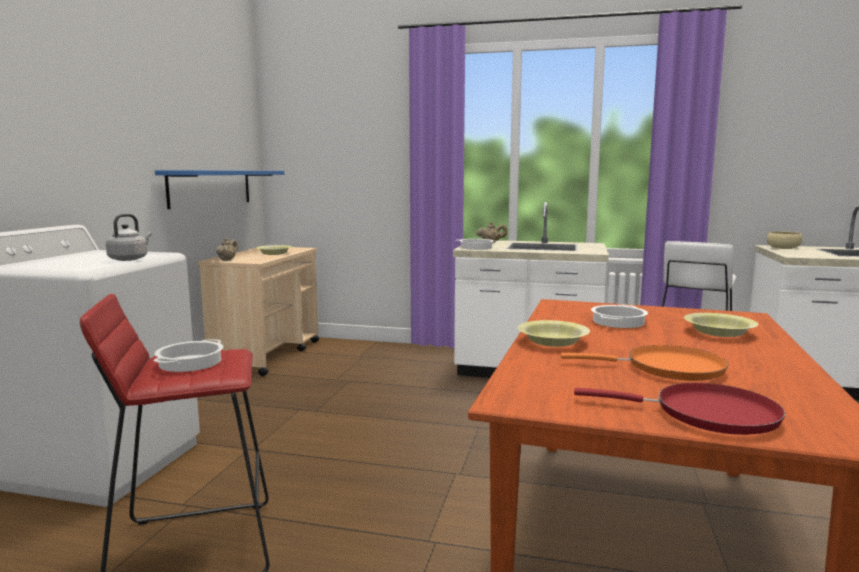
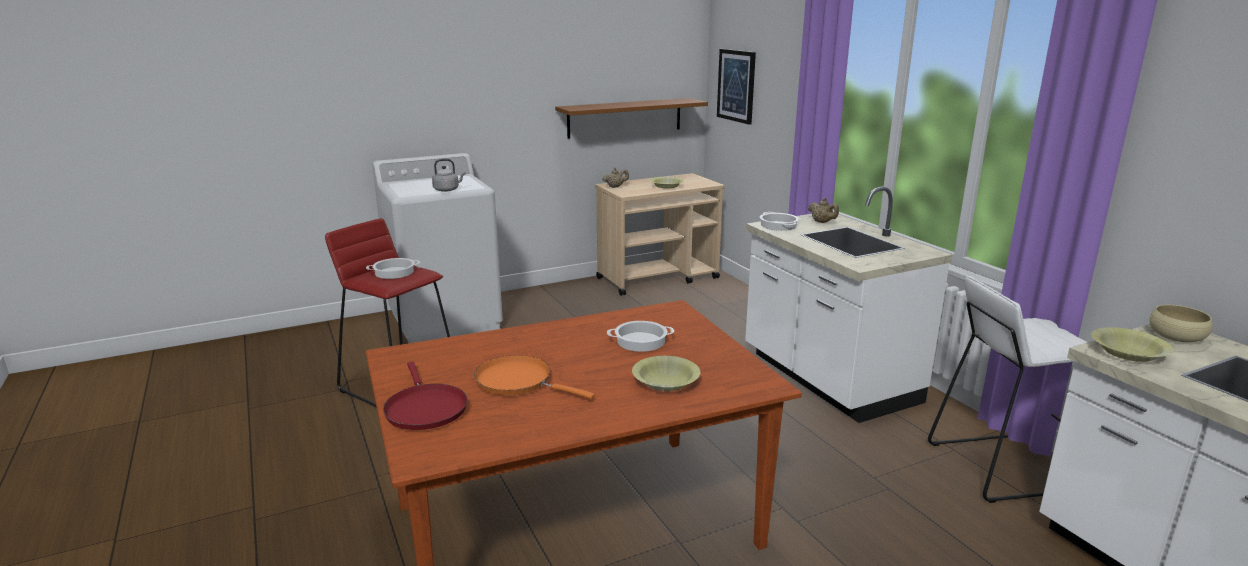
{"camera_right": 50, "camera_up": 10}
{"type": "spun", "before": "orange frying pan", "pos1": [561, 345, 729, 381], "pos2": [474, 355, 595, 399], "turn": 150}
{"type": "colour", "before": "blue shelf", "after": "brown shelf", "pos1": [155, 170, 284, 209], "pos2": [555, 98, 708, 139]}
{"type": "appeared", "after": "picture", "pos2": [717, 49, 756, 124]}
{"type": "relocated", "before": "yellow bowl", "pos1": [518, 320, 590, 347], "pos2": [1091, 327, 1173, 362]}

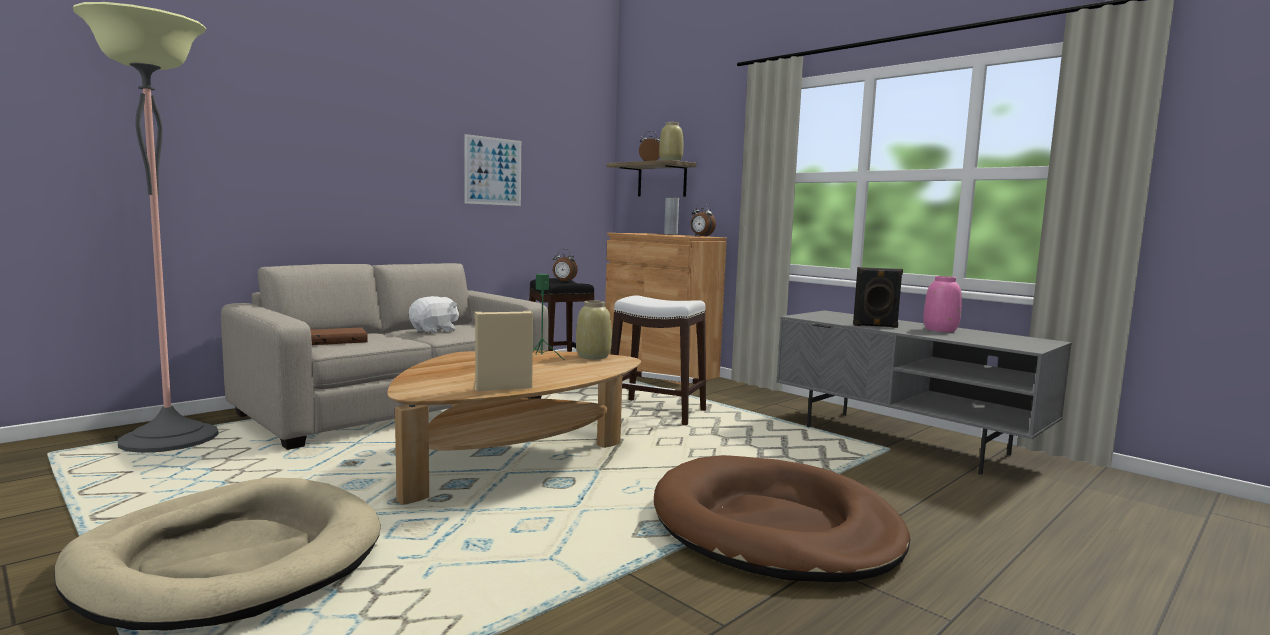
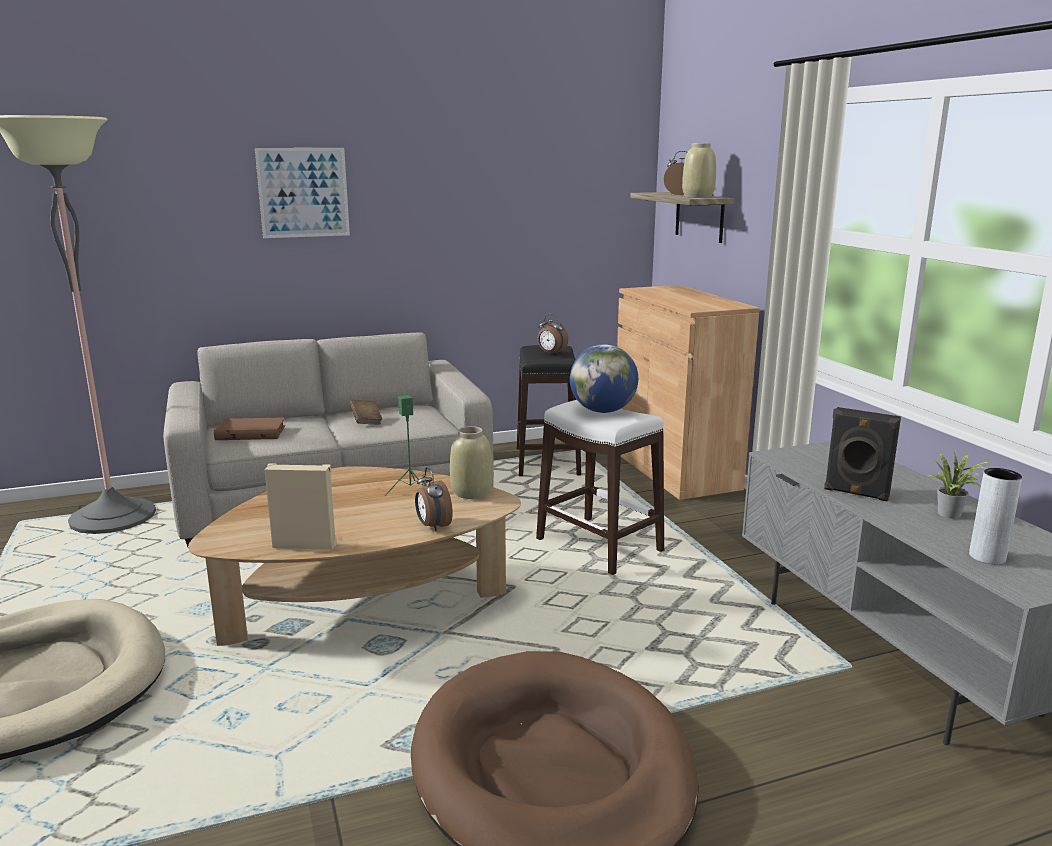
{"camera_right": 25, "camera_up": 10}
{"type": "relocated", "before": "picture", "pos1": [464, 134, 521, 206], "pos2": [255, 148, 350, 238]}
{"type": "exchanged", "before": "white plush toy", "after": "brown book", "pos1": [409, 296, 459, 334], "pos2": [350, 400, 382, 424]}
{"type": "relocated", "before": "alarm clock", "pos1": [691, 203, 716, 237], "pos2": [415, 467, 453, 532]}
{"type": "appeared", "after": "globe", "pos2": [570, 344, 638, 413]}
{"type": "exchanged", "before": "pink vase", "after": "potted plant", "pos1": [923, 276, 962, 332], "pos2": [927, 452, 989, 519]}
{"type": "relocated", "before": "grey vase", "pos1": [664, 197, 679, 235], "pos2": [969, 468, 1022, 564]}

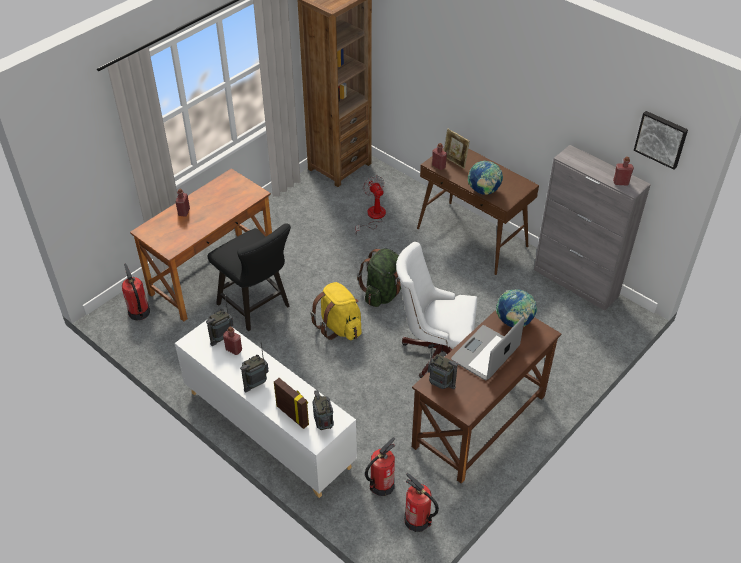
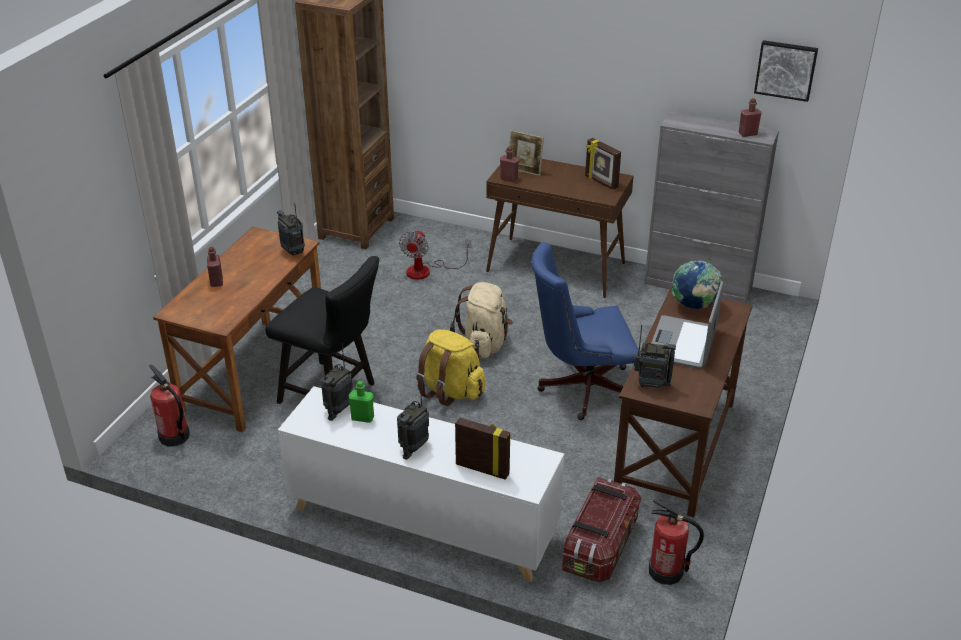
{"camera_right": -20, "camera_up": -10}
{"type": "relocated", "before": "radio", "pos1": [313, 390, 334, 430], "pos2": [277, 203, 305, 256]}
{"type": "colour", "before": "red bottle", "after": "green bottle", "pos1": [223, 326, 242, 355], "pos2": [349, 381, 374, 423]}
{"type": "spun", "before": "fan", "pos1": [355, 176, 386, 235], "pos2": [399, 230, 471, 280], "turn": -120}
{"type": "colour", "before": "green backpack", "after": "beige backpack", "pos1": [357, 248, 401, 307], "pos2": [450, 282, 513, 358]}
{"type": "colour", "before": "white office chair", "after": "blue office chair", "pos1": [396, 242, 477, 378], "pos2": [531, 242, 639, 420]}
{"type": "exchanged", "before": "fire extinguisher", "after": "storage box", "pos1": [365, 437, 396, 496], "pos2": [562, 477, 641, 583]}
{"type": "appeared", "after": "picture frame", "pos2": [585, 138, 621, 190]}
{"type": "missing", "before": "globe", "pos1": [468, 161, 503, 195]}

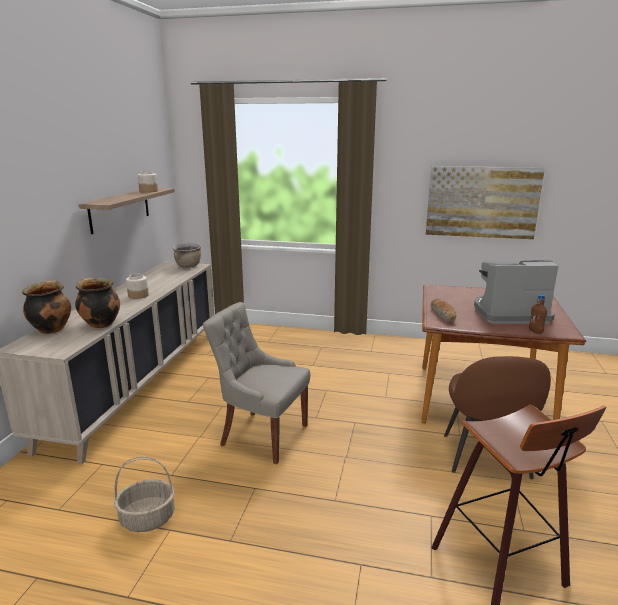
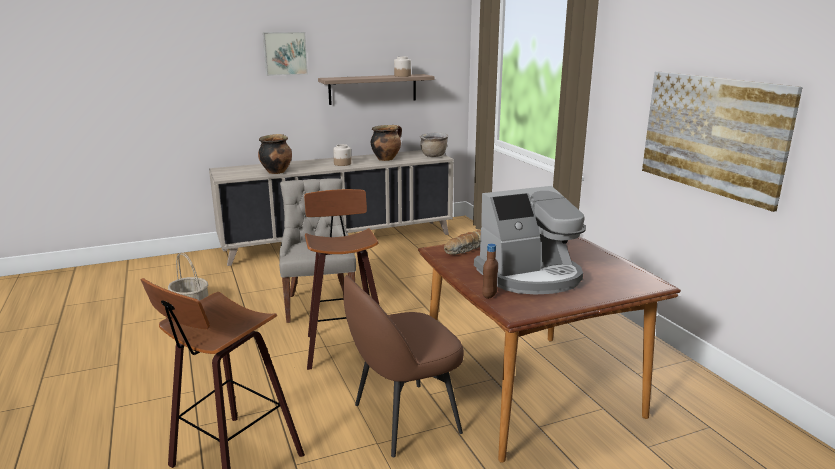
{"camera_right": 55, "camera_up": 0}
{"type": "appeared", "after": "picture", "pos2": [263, 32, 308, 76]}
{"type": "appeared", "after": "stool", "pos2": [304, 189, 380, 370]}
{"type": "relocated", "before": "cooking pot", "pos1": [22, 280, 71, 334], "pos2": [371, 125, 402, 161]}
{"type": "spun", "before": "coffee machine", "pos1": [474, 261, 559, 324], "pos2": [474, 186, 586, 295], "turn": 105}

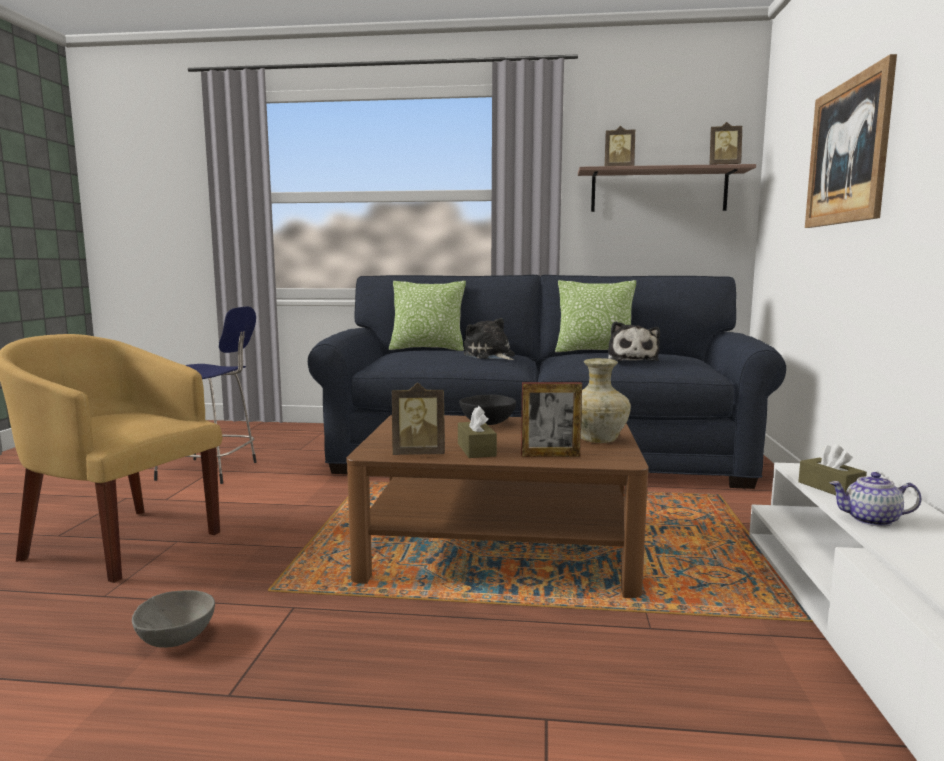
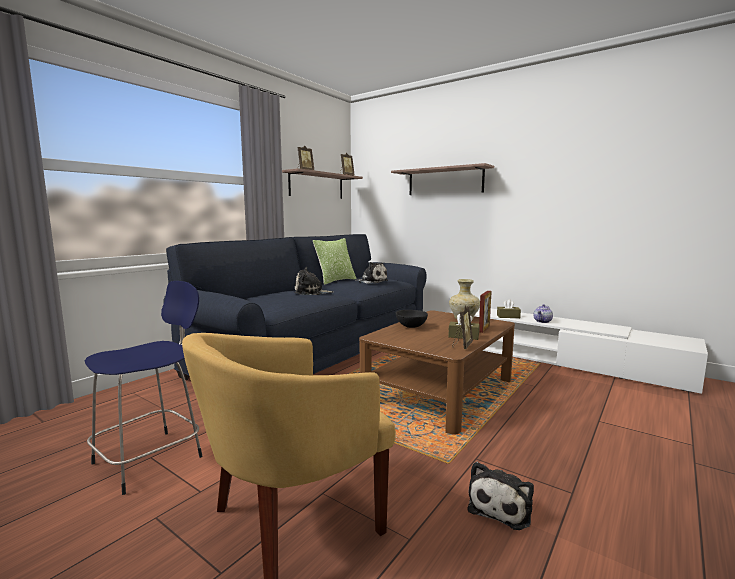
{"camera_right": -60, "camera_up": 0}
{"type": "exchanged", "before": "picture", "after": "shelf", "pos1": [805, 54, 897, 228], "pos2": [391, 163, 494, 195]}
{"type": "exchanged", "before": "grey bowl", "after": "plush toy", "pos1": [132, 590, 215, 648], "pos2": [468, 462, 534, 530]}
{"type": "missing", "before": "pillow", "pos1": [389, 281, 466, 351]}

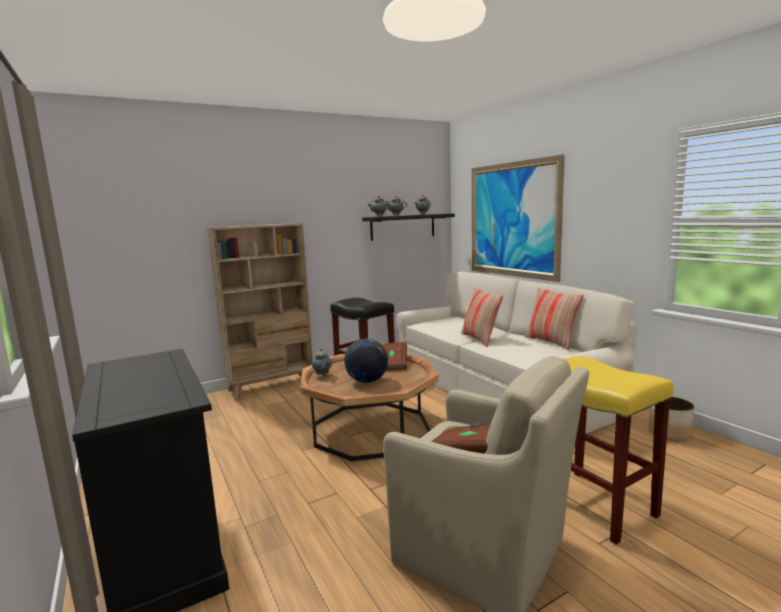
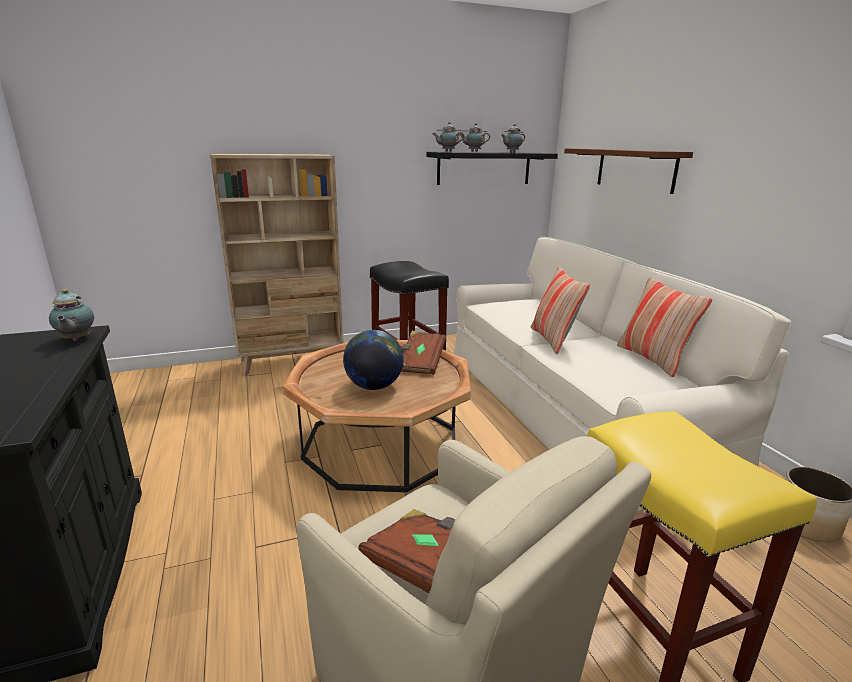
{"camera_right": 10, "camera_up": 10}
{"type": "relocated", "before": "teapot", "pos1": [312, 348, 332, 376], "pos2": [49, 289, 94, 341]}
{"type": "exchanged", "before": "picture", "after": "brown shelf", "pos1": [472, 154, 565, 282], "pos2": [564, 148, 693, 194]}

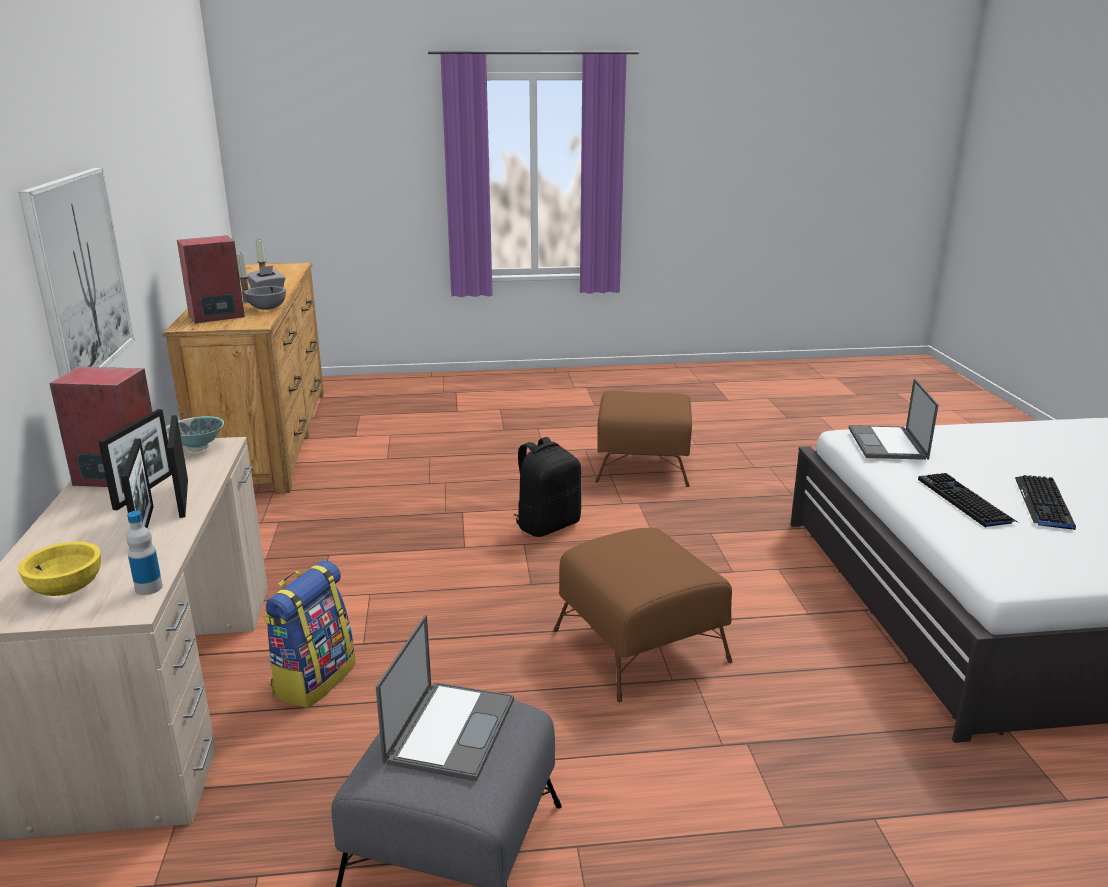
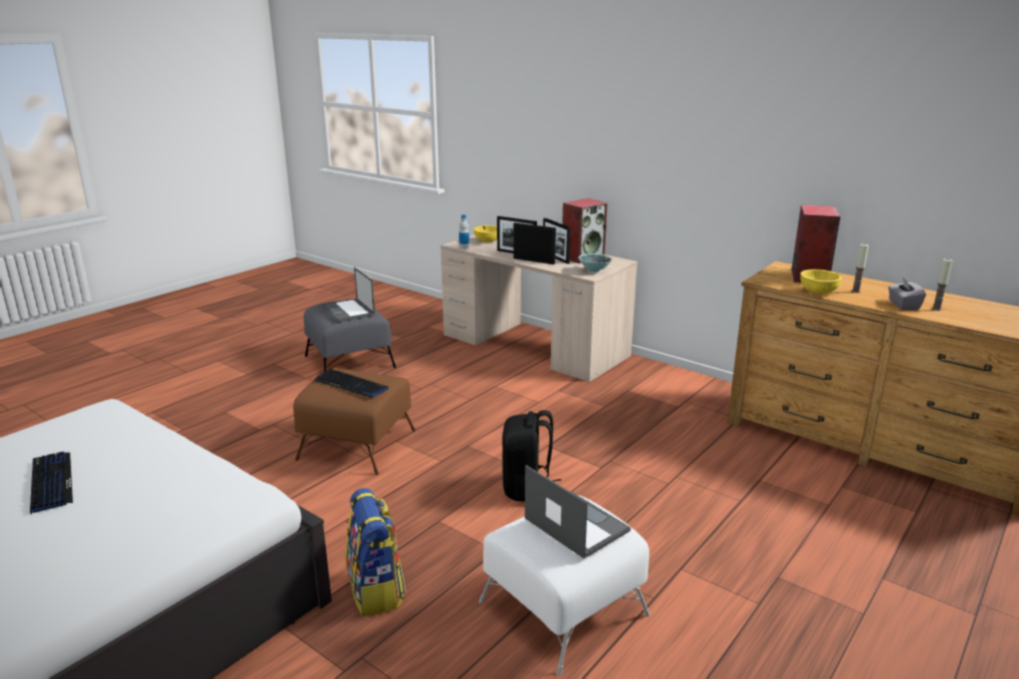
{"camera_right": 135, "camera_up": 0}
{"type": "relocated", "before": "keyboard", "pos1": [918, 473, 1017, 528], "pos2": [313, 369, 388, 398]}
{"type": "relocated", "before": "backpack", "pos1": [263, 561, 355, 708], "pos2": [346, 488, 406, 617]}
{"type": "colour", "before": "brown ottoman", "after": "white ottoman", "pos1": [595, 391, 692, 487], "pos2": [479, 495, 650, 675]}
{"type": "relocated", "before": "laptop", "pos1": [849, 378, 938, 460], "pos2": [525, 465, 631, 559]}
{"type": "colour", "before": "grey bowl", "after": "yellow bowl", "pos1": [244, 286, 286, 310], "pos2": [800, 269, 842, 294]}
{"type": "missing", "before": "picture", "pos1": [19, 168, 135, 377]}

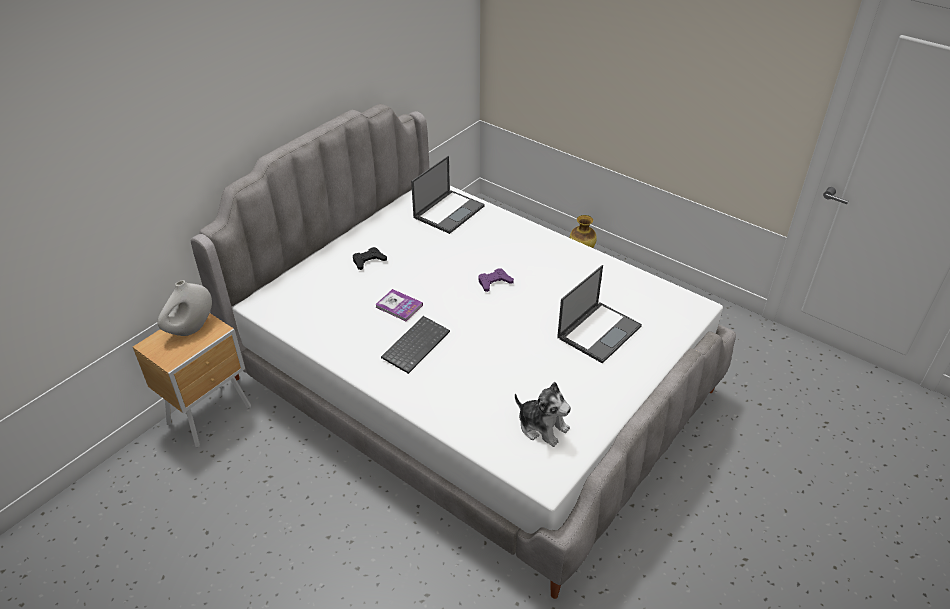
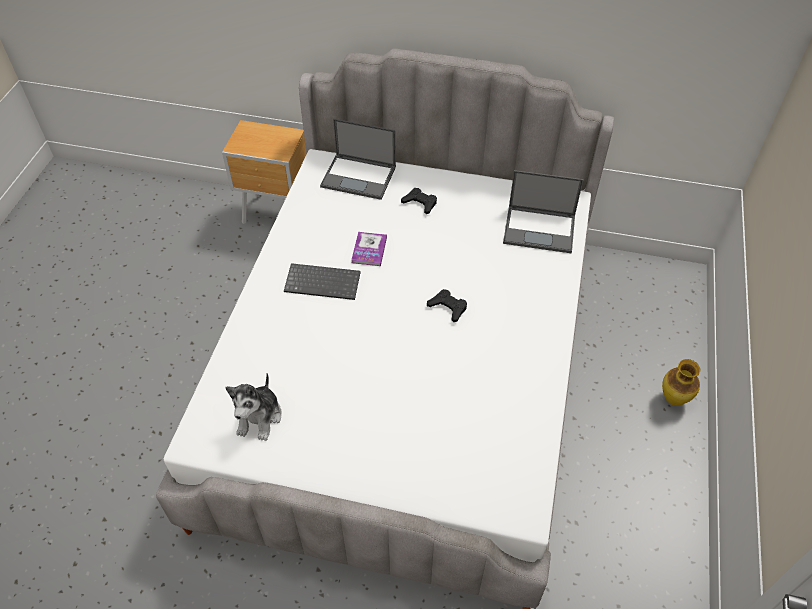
{"camera_right": 65, "camera_up": 10}
{"type": "relocated", "before": "laptop", "pos1": [557, 265, 642, 364], "pos2": [320, 119, 396, 200]}
{"type": "colour", "before": "purple game controller", "after": "black game controller", "pos1": [479, 268, 514, 292], "pos2": [427, 289, 467, 322]}
{"type": "missing", "before": "white vase", "pos1": [157, 280, 212, 336]}

